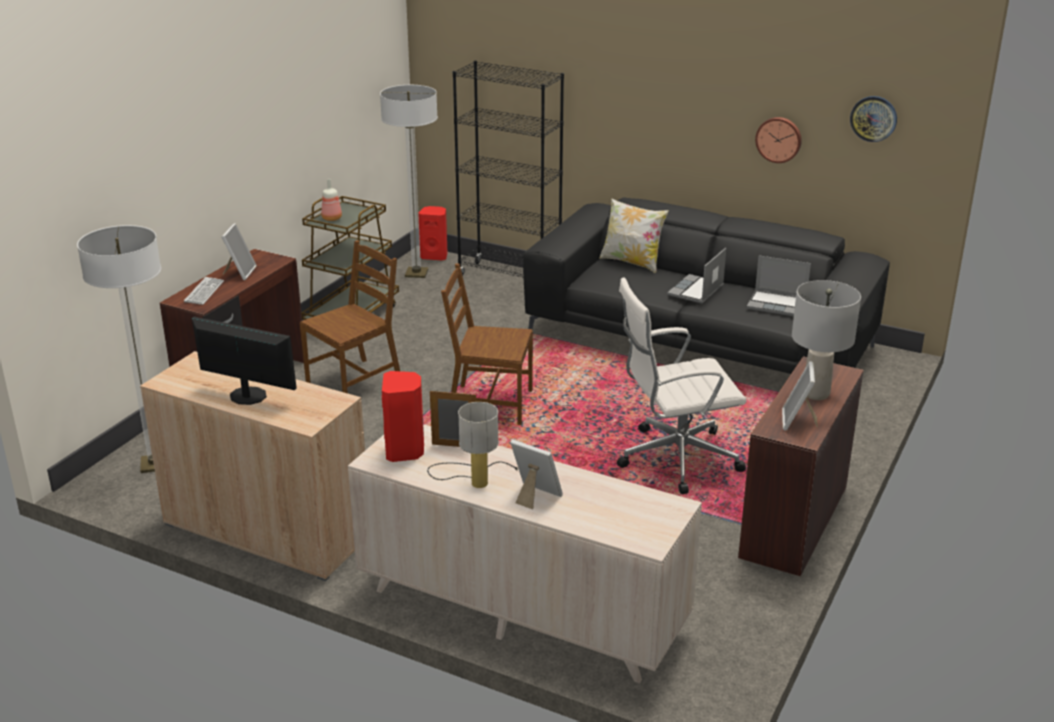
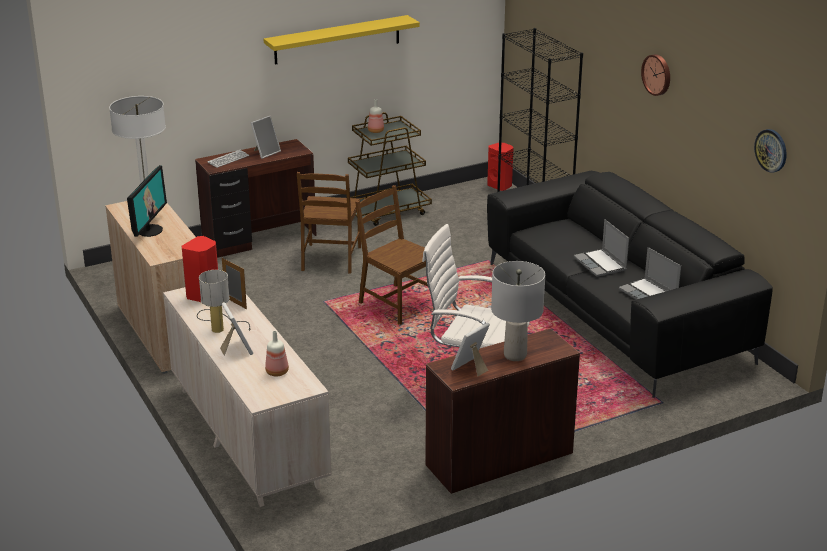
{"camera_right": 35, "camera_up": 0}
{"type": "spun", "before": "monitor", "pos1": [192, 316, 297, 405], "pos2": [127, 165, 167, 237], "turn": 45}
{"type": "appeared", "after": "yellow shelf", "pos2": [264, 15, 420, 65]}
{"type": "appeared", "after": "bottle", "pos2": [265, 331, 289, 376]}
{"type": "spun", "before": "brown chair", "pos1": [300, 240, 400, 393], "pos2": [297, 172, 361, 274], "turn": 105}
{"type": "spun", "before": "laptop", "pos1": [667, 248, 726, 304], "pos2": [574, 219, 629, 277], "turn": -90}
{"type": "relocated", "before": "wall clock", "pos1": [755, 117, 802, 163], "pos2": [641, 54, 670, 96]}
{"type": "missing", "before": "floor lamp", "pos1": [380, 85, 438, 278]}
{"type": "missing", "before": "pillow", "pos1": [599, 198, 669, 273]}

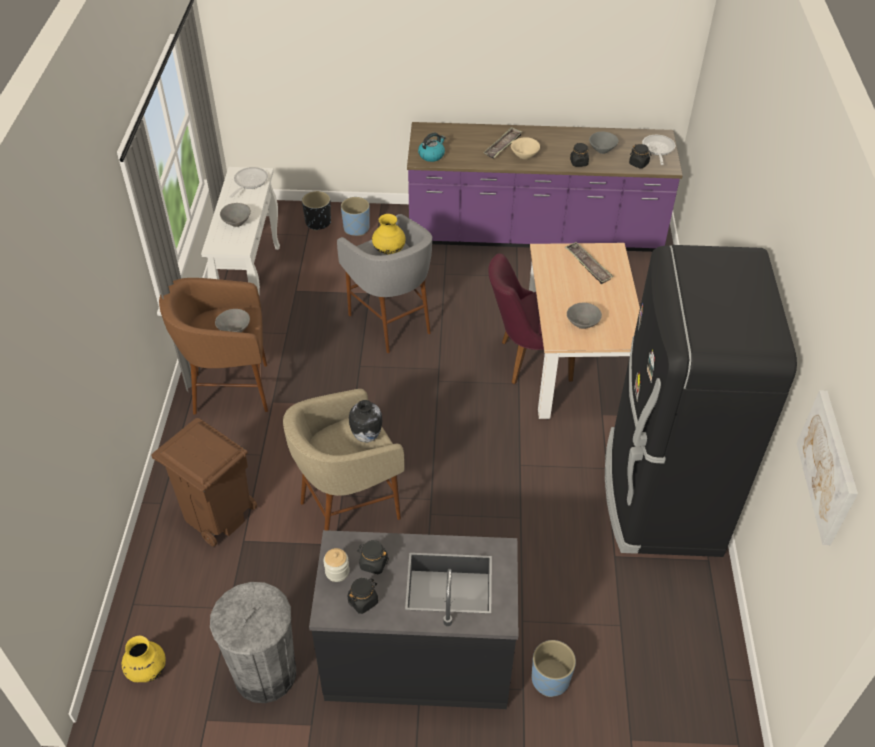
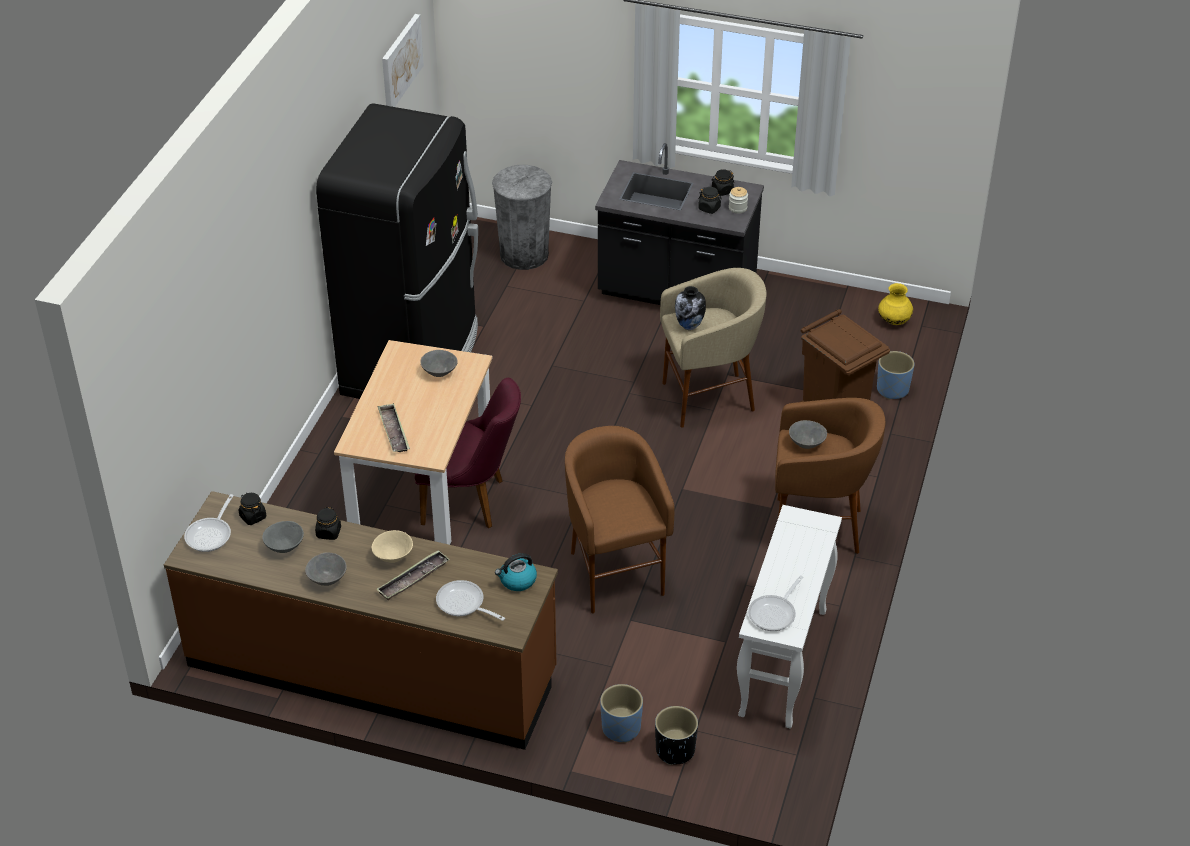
{"camera_right": -165, "camera_up": -5}
{"type": "colour", "before": "purple counter", "after": "brown counter", "pos1": [407, 122, 683, 252], "pos2": [164, 491, 558, 750]}
{"type": "relocated", "before": "grey bowl", "pos1": [220, 203, 251, 227], "pos2": [305, 552, 347, 586]}
{"type": "appeared", "after": "frying pan", "pos2": [436, 580, 505, 621]}
{"type": "relocated", "before": "grey trash can", "pos1": [210, 582, 296, 703], "pos2": [492, 165, 552, 270]}
{"type": "colour", "before": "grey stool", "after": "brown stool", "pos1": [337, 214, 432, 353], "pos2": [565, 426, 675, 613]}
{"type": "relocated", "before": "blue planter", "pos1": [532, 640, 576, 697], "pos2": [877, 351, 914, 400]}
{"type": "missing", "before": "yellow vase", "pos1": [372, 214, 405, 254]}

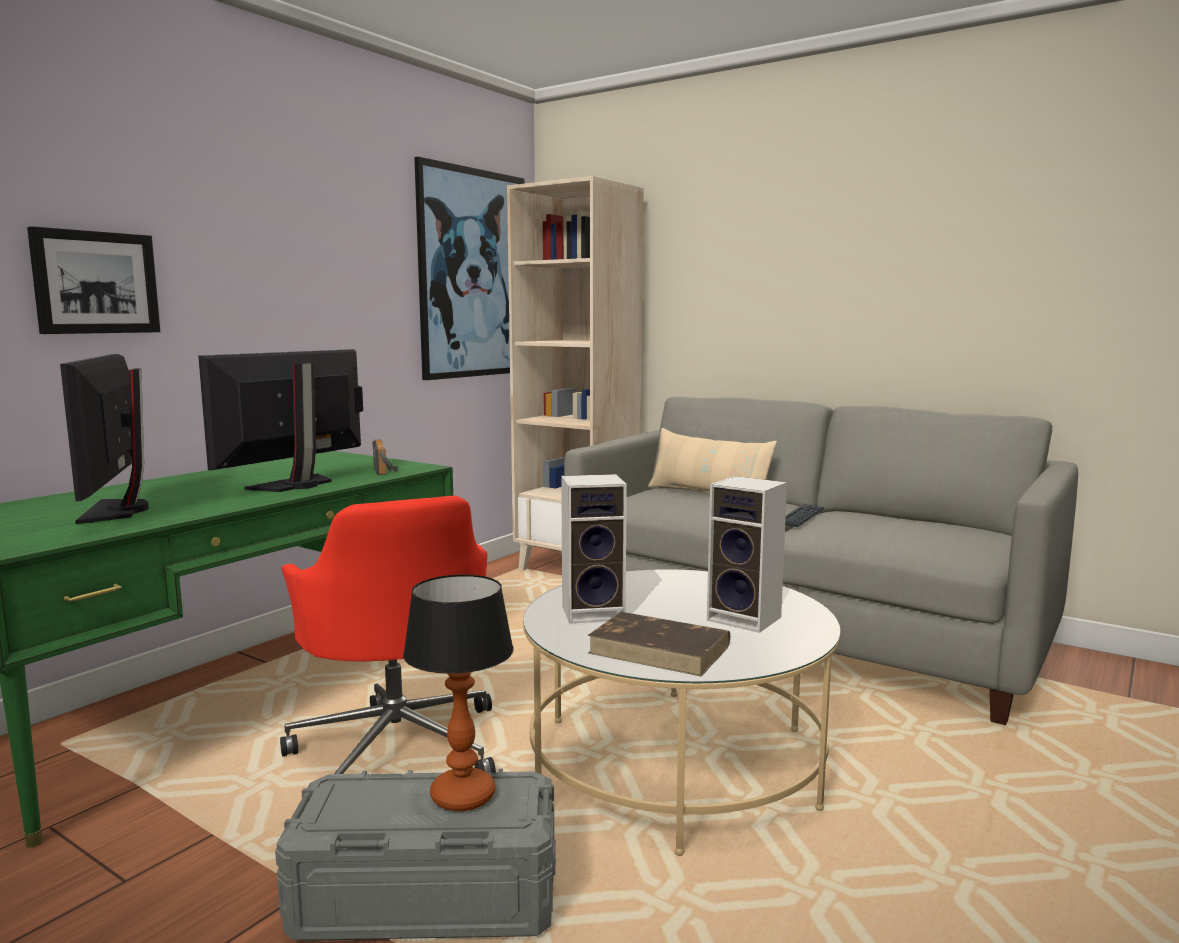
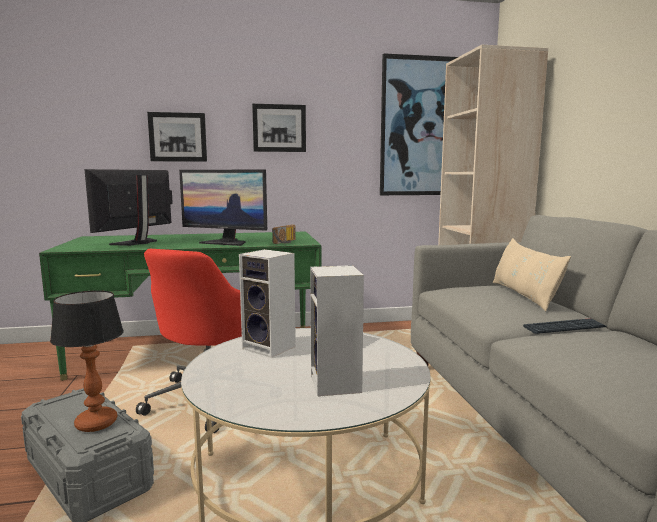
{"camera_right": 45, "camera_up": 0}
{"type": "spun", "before": "monitor", "pos1": [198, 349, 363, 492], "pos2": [179, 169, 267, 246], "turn": -150}
{"type": "appeared", "after": "picture", "pos2": [252, 104, 306, 152]}
{"type": "missing", "before": "brown book", "pos1": [588, 612, 730, 676]}

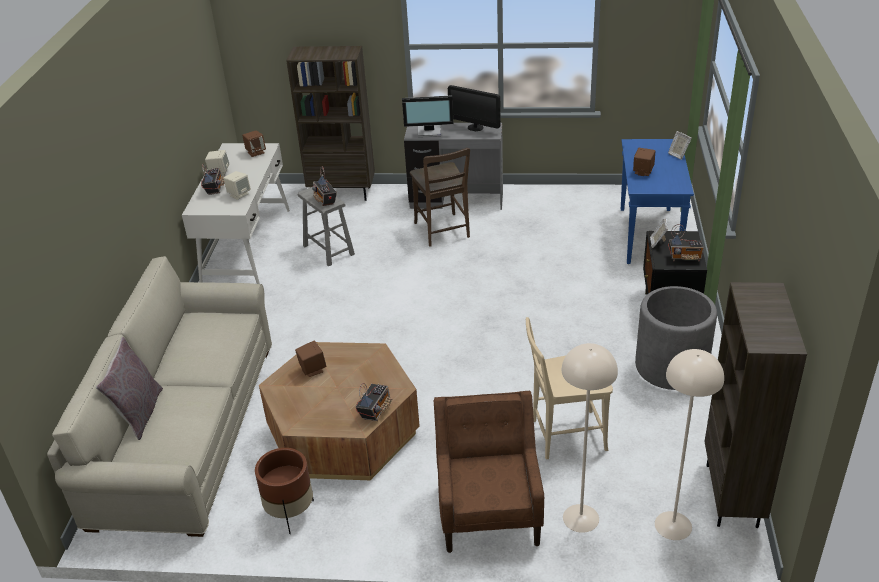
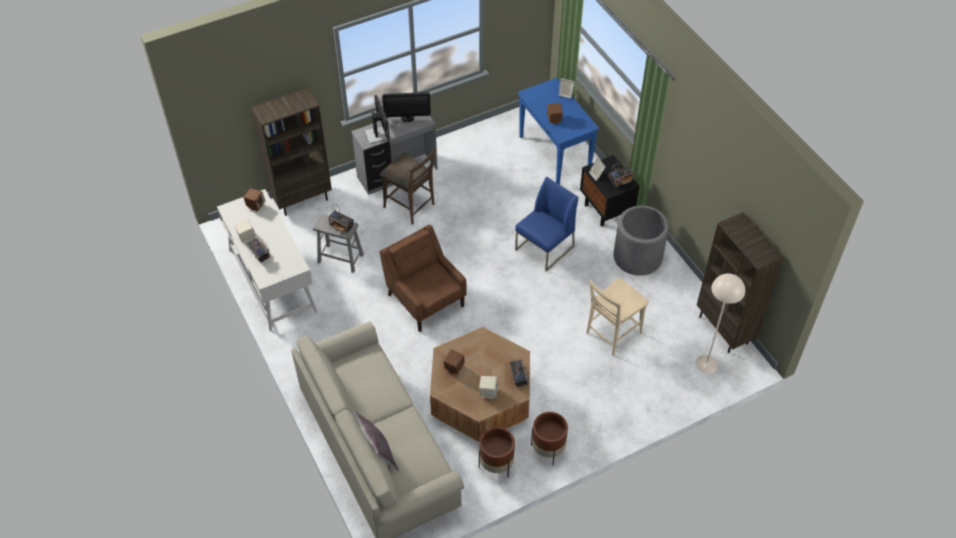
{"camera_right": -35, "camera_up": 15}
{"type": "spun", "before": "monitor", "pos1": [402, 95, 454, 137], "pos2": [364, 95, 390, 144], "turn": -75}
{"type": "relocated", "before": "brown armchair", "pos1": [433, 391, 544, 553], "pos2": [379, 225, 467, 332]}
{"type": "relocated", "before": "beige speaker", "pos1": [223, 171, 251, 200], "pos2": [479, 376, 498, 399]}
{"type": "appeared", "after": "blue chair", "pos2": [515, 177, 579, 272]}
{"type": "appeared", "after": "brown planter", "pos2": [531, 412, 568, 465]}
{"type": "missing", "before": "beige floor lamp", "pos1": [562, 343, 618, 533]}

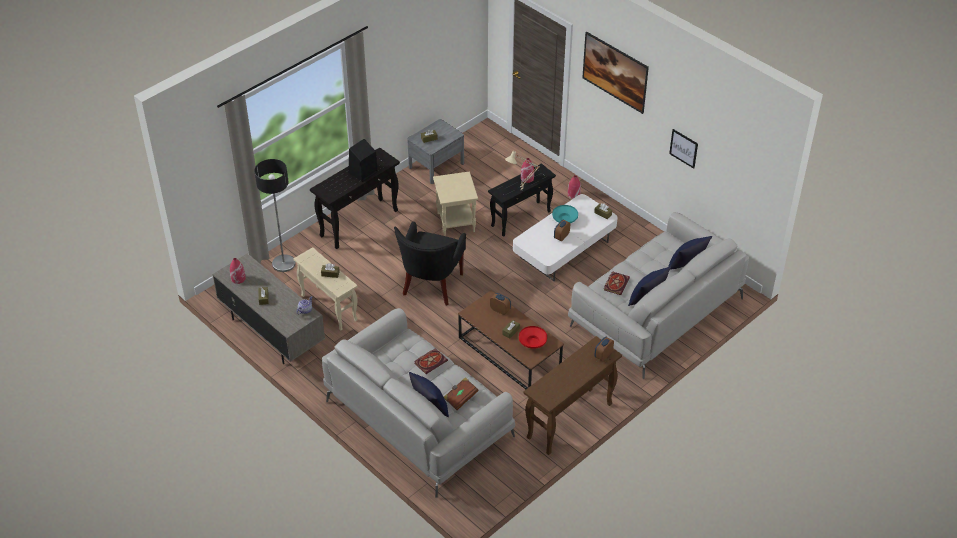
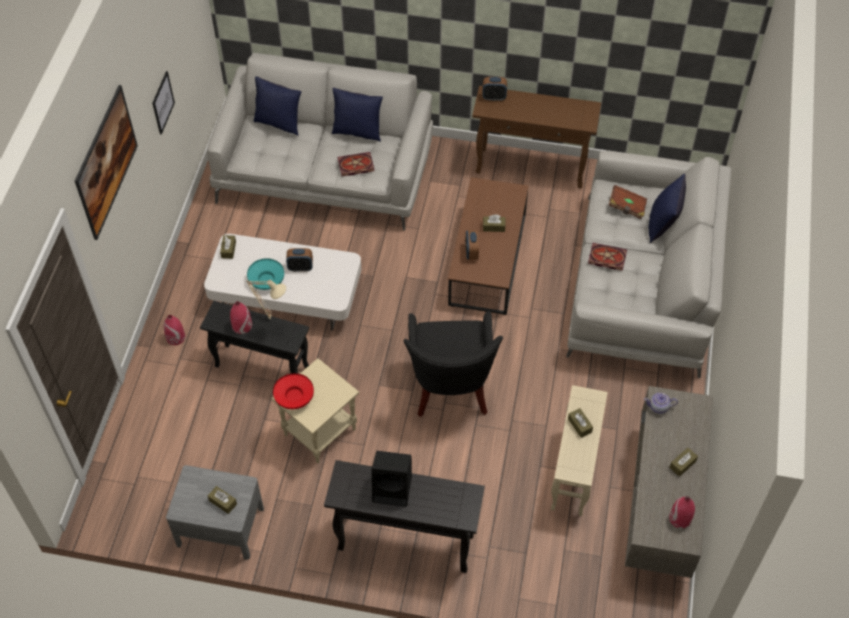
{"camera_right": -125, "camera_up": 10}
{"type": "relocated", "before": "red bowl", "pos1": [519, 326, 547, 349], "pos2": [273, 373, 314, 409]}
{"type": "spun", "before": "black armchair", "pos1": [394, 222, 466, 306], "pos2": [403, 311, 503, 417], "turn": 105}
{"type": "missing", "before": "floor lamp", "pos1": [254, 159, 296, 272]}

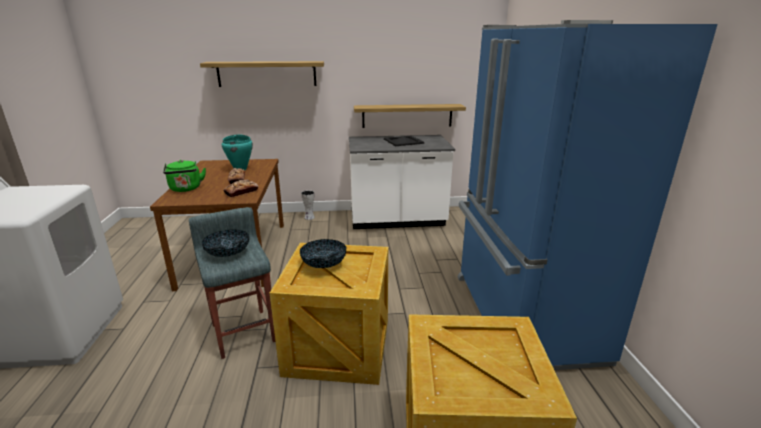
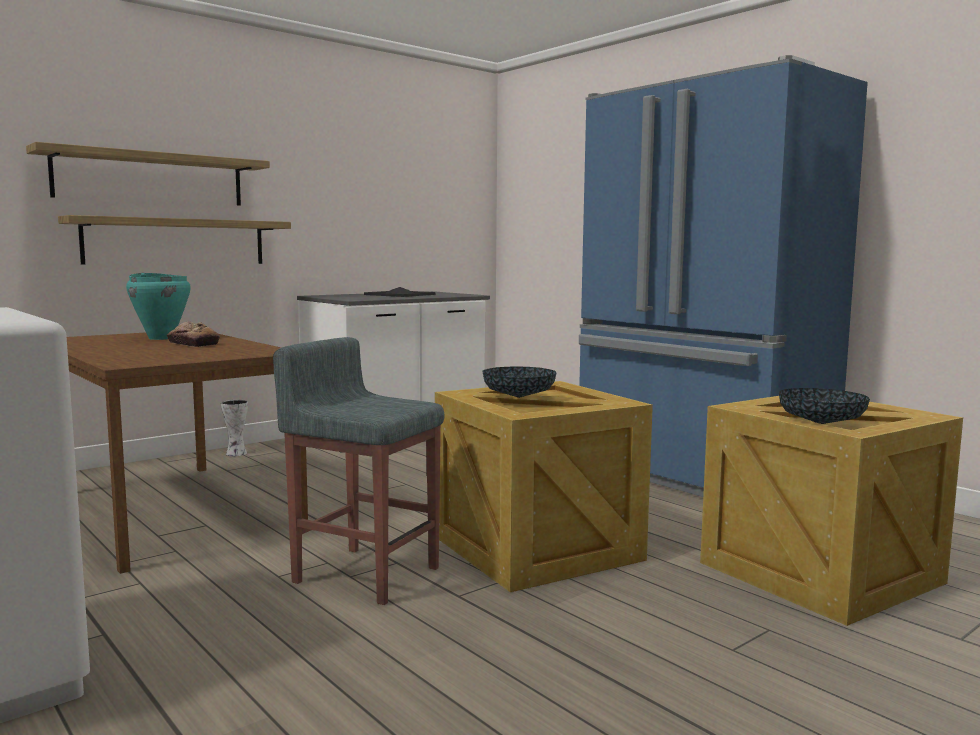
{"camera_right": -35, "camera_up": -15}
{"type": "relocated", "before": "shelf", "pos1": [354, 104, 466, 128], "pos2": [58, 215, 291, 265]}
{"type": "relocated", "before": "bowl", "pos1": [202, 229, 250, 257], "pos2": [779, 388, 870, 424]}
{"type": "missing", "before": "green kettle", "pos1": [163, 160, 206, 192]}
{"type": "missing", "before": "bread", "pos1": [224, 179, 258, 197]}

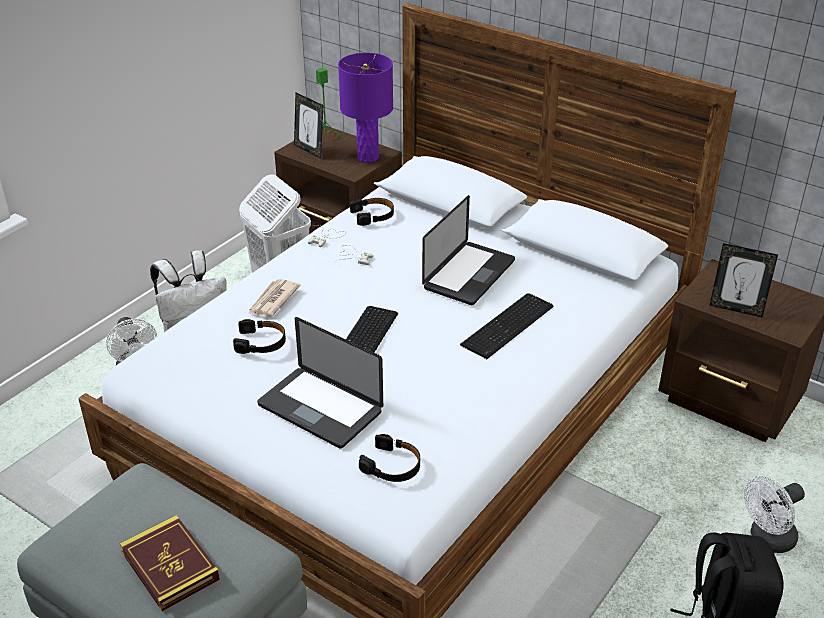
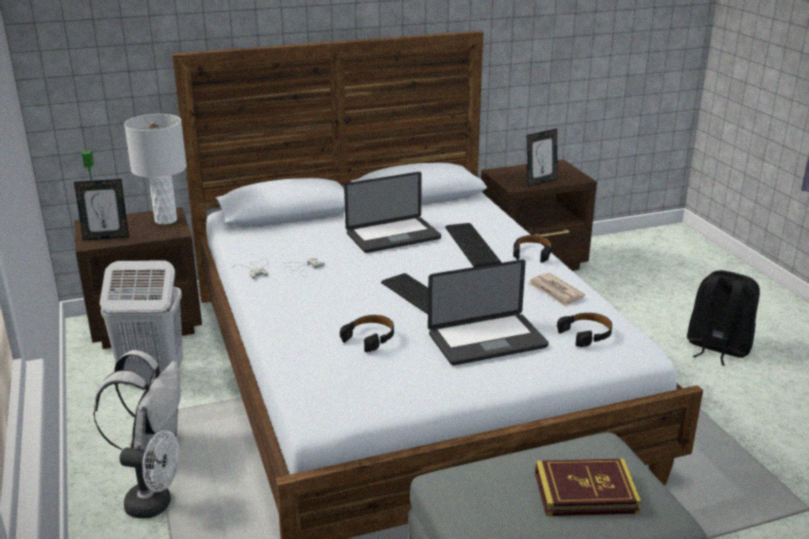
{"camera_right": -55, "camera_up": -10}
{"type": "colour", "before": "purple table lamp", "after": "white table lamp", "pos1": [338, 53, 393, 163], "pos2": [124, 114, 187, 225]}
{"type": "spun", "before": "laptop", "pos1": [422, 195, 515, 305], "pos2": [344, 172, 441, 253], "turn": 90}
{"type": "relocated", "before": "black headphones", "pos1": [350, 198, 394, 226], "pos2": [513, 235, 552, 263]}
{"type": "relocated", "before": "newspaper", "pos1": [249, 279, 300, 317], "pos2": [528, 273, 585, 307]}
{"type": "missing", "before": "white fan", "pos1": [744, 476, 805, 553]}

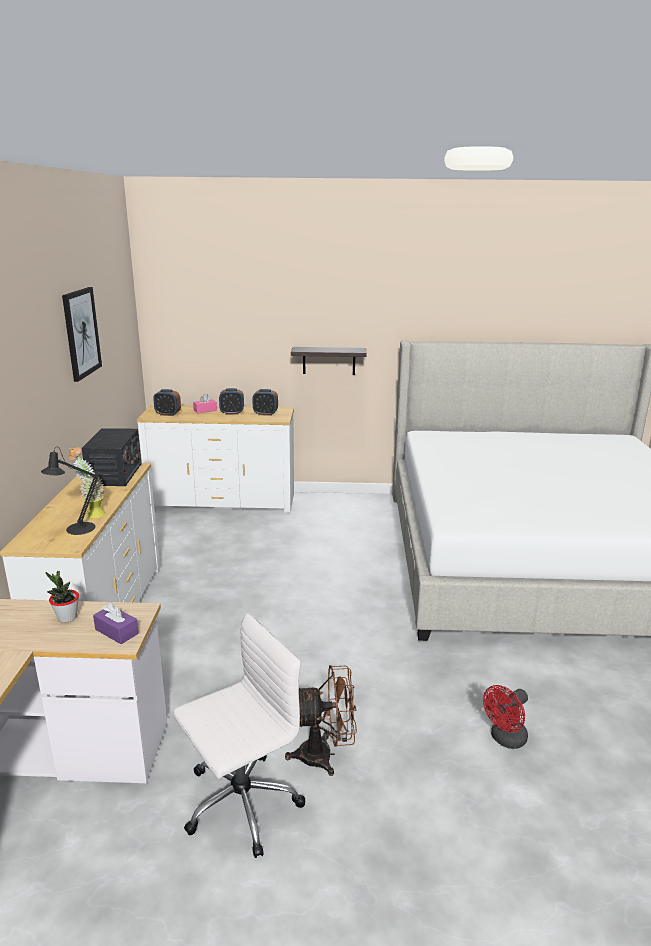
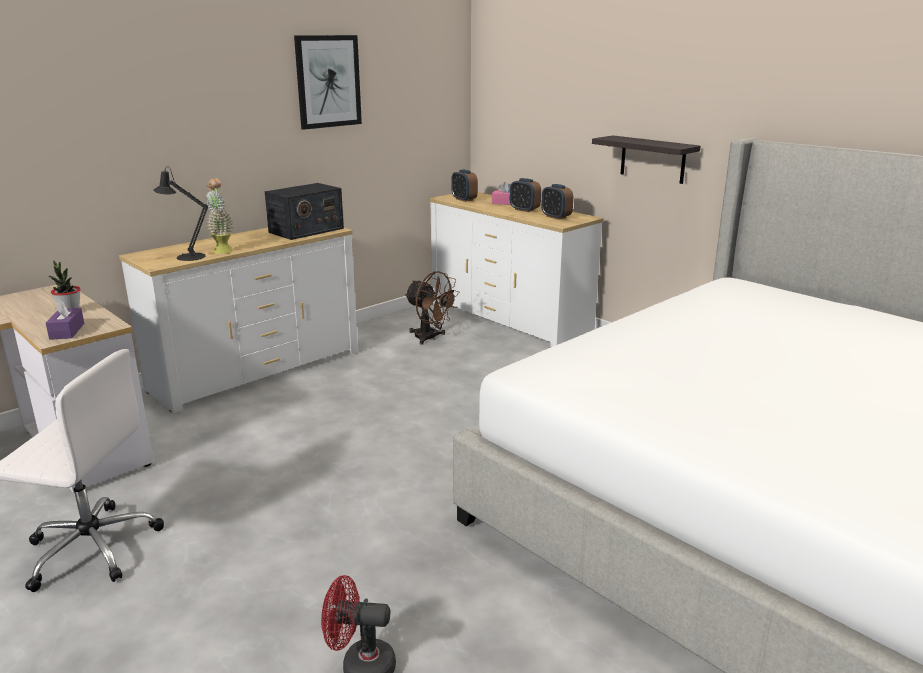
{"camera_right": 45, "camera_up": 0}
{"type": "relocated", "before": "brown fan", "pos1": [285, 665, 357, 776], "pos2": [405, 271, 460, 345]}

